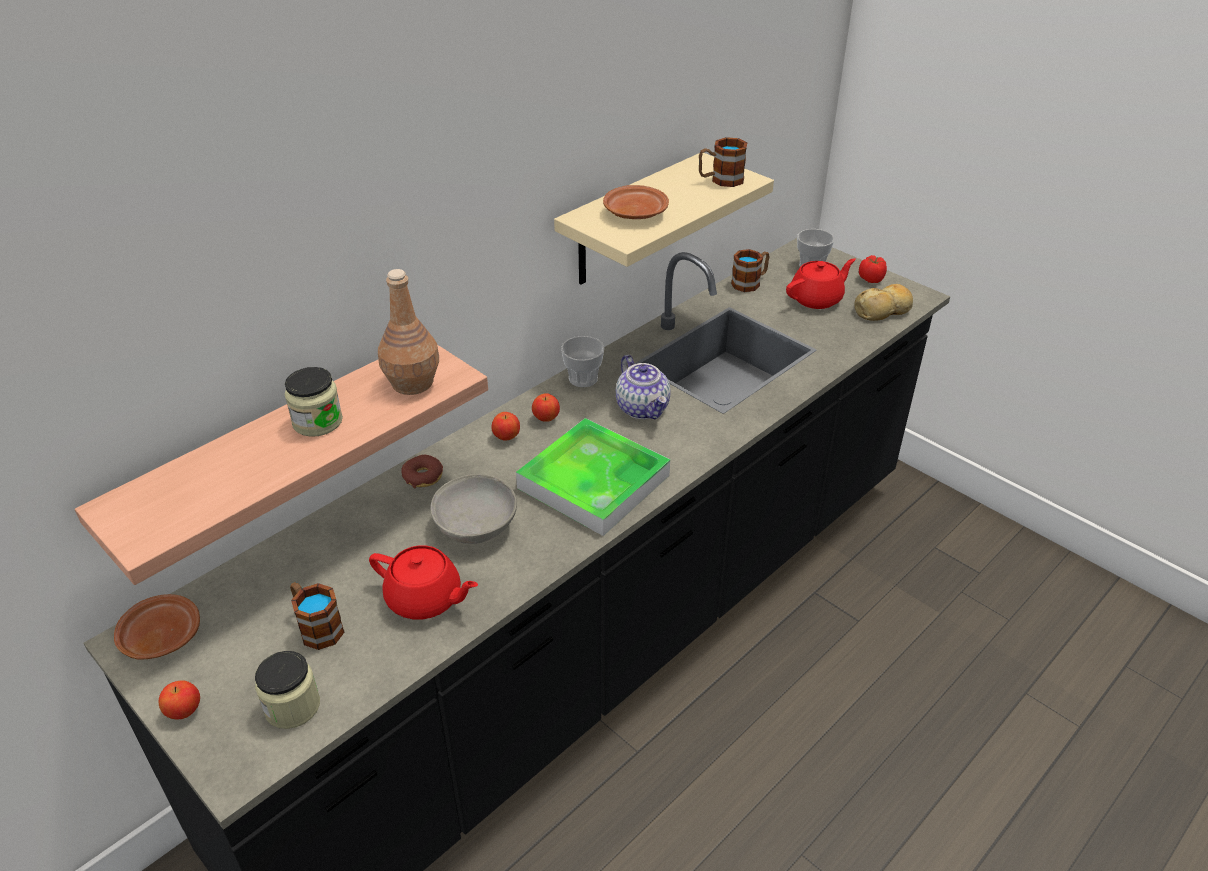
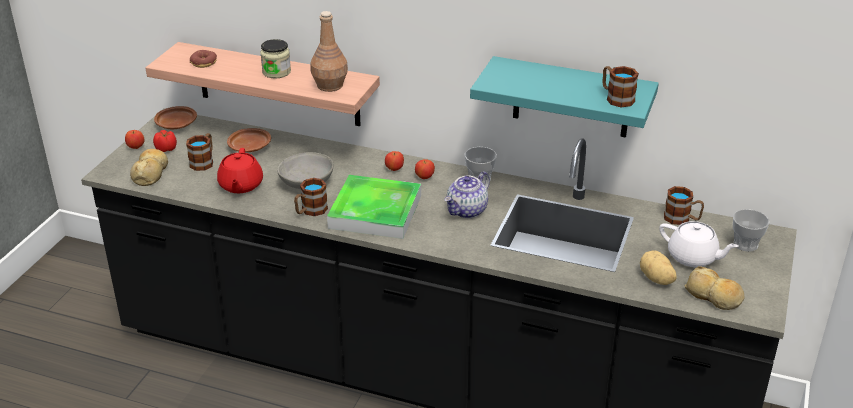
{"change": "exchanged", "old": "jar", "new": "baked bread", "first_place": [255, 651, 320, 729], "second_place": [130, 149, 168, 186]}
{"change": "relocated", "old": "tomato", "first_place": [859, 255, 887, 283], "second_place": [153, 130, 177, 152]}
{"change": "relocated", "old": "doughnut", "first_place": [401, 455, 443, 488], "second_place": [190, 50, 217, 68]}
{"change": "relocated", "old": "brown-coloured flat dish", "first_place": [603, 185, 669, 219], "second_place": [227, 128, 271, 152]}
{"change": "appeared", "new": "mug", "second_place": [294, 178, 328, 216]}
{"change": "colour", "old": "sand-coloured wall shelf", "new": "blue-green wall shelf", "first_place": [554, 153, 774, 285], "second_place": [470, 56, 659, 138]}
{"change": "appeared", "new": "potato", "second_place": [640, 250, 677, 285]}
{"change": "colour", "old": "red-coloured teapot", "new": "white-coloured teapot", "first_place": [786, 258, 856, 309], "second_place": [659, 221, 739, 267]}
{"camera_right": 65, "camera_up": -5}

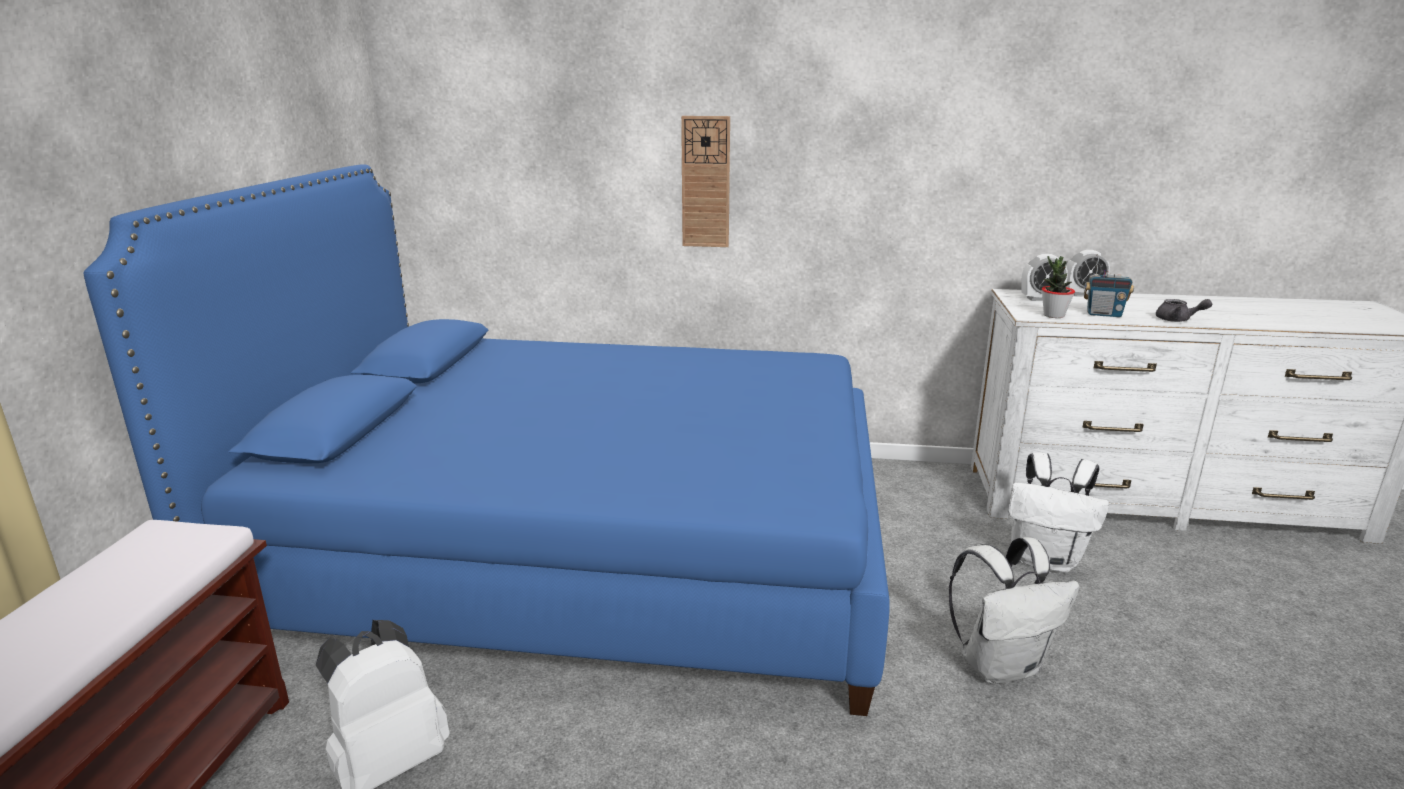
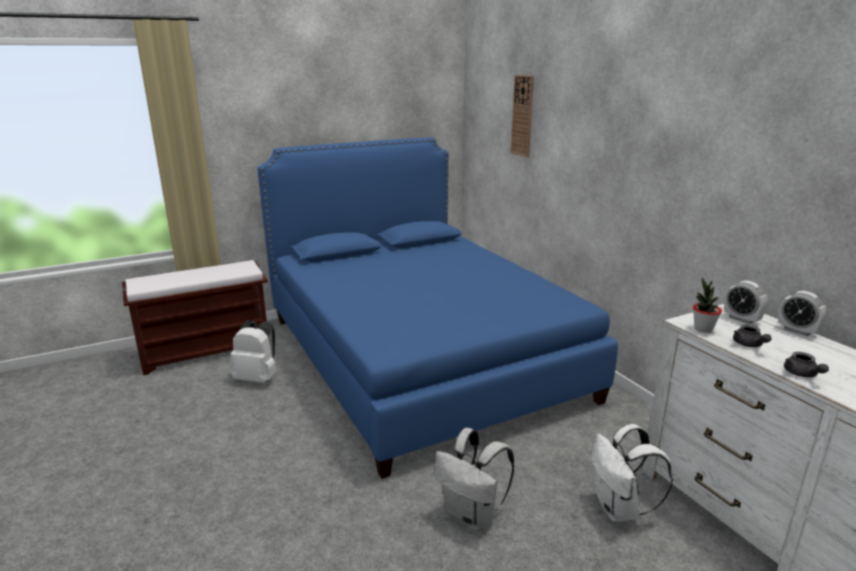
{"change": "relocated", "old": "wall clock", "first_place": [681, 116, 730, 247], "second_place": [511, 75, 534, 157]}
{"change": "exchanged", "old": "radio", "new": "greyish teapot", "first_place": [1084, 254, 1134, 317], "second_place": [733, 325, 772, 347]}
{"camera_right": 55, "camera_up": 0}

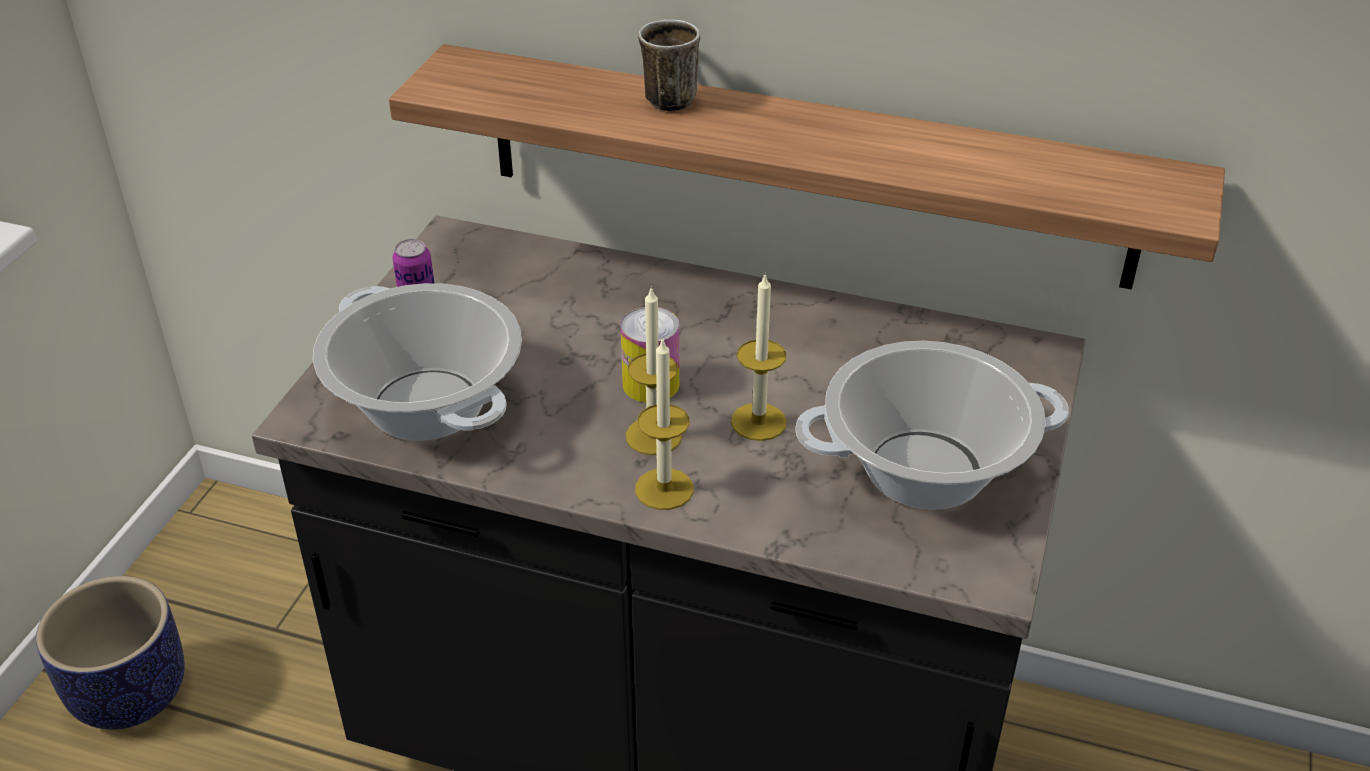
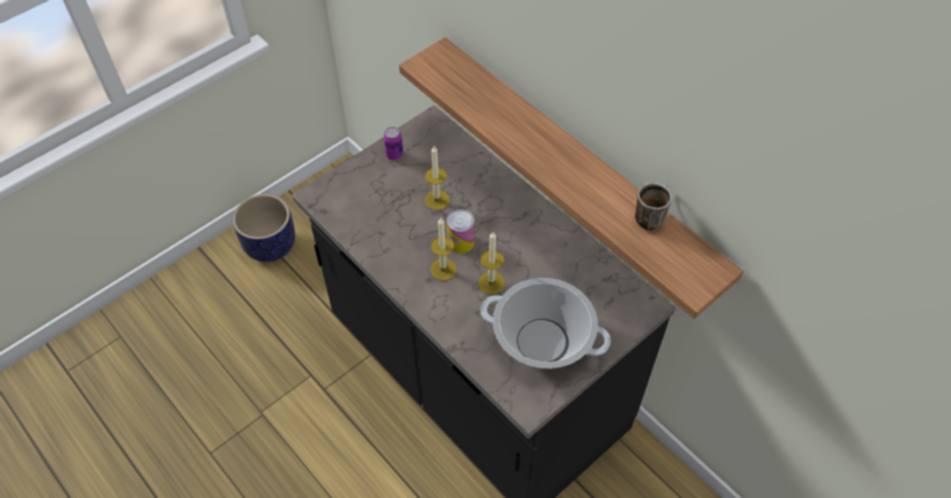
{"change": "relocated", "old": "wax light", "first_place": [635, 337, 694, 510], "second_place": [425, 146, 450, 210]}
{"change": "relocated", "old": "mug", "first_place": [638, 19, 700, 112], "second_place": [635, 183, 672, 230]}
{"change": "missing", "old": "cooking pot", "first_place": [313, 283, 522, 441]}
{"camera_right": 30, "camera_up": 15}

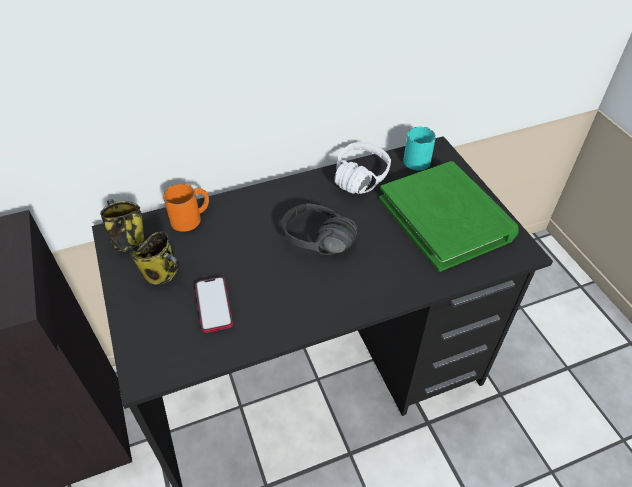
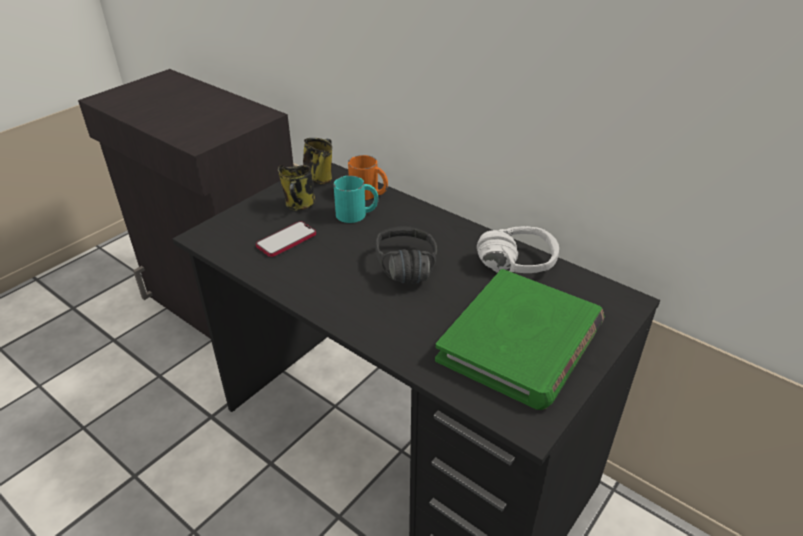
{"change": "relocated", "old": "blue-green mug", "first_place": [403, 127, 436, 170], "second_place": [334, 176, 379, 223]}
{"camera_right": 60, "camera_up": -10}

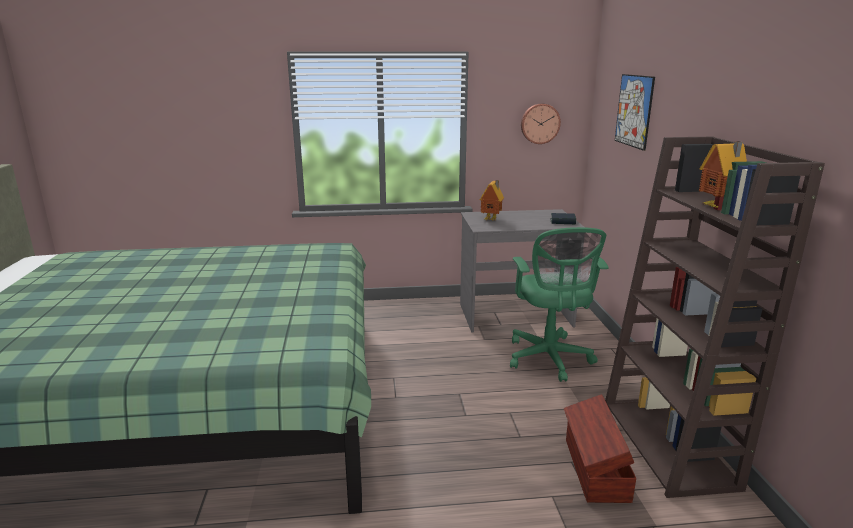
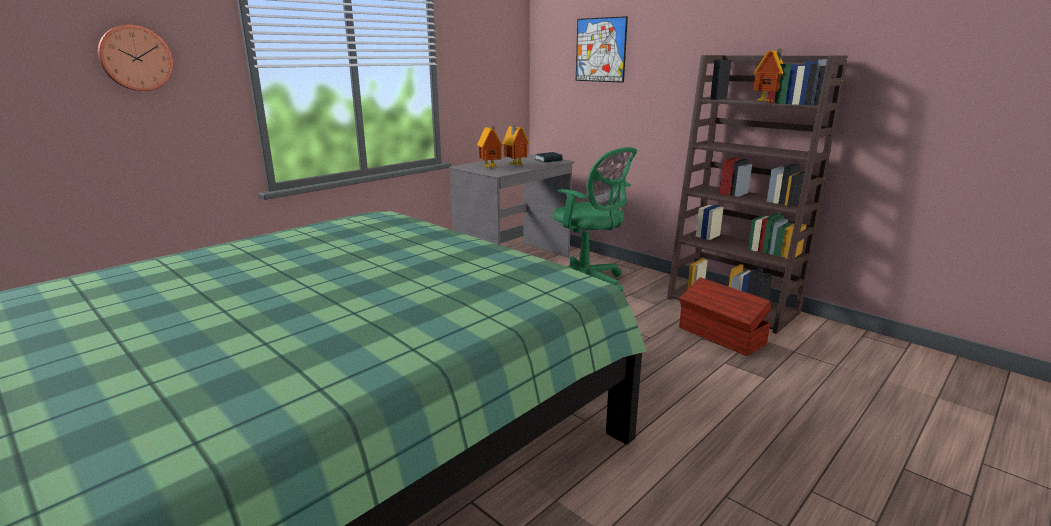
{"change": "relocated", "old": "wall clock", "first_place": [521, 103, 561, 144], "second_place": [98, 25, 173, 91]}
{"change": "appeared", "new": "toy house", "second_place": [502, 126, 529, 166]}
{"camera_right": -40, "camera_up": 0}

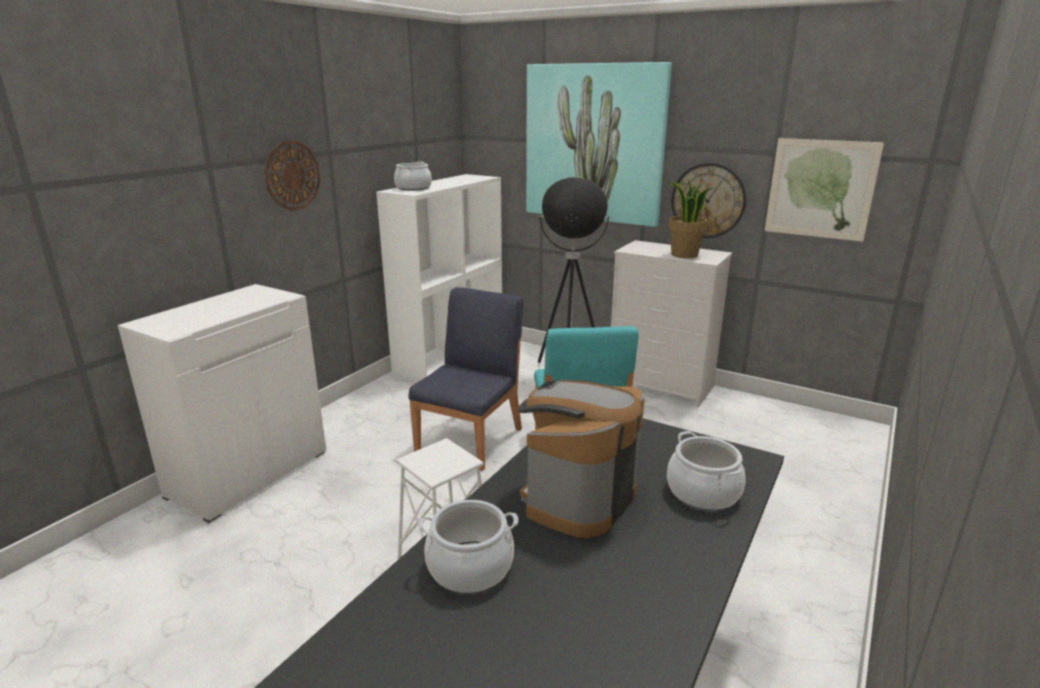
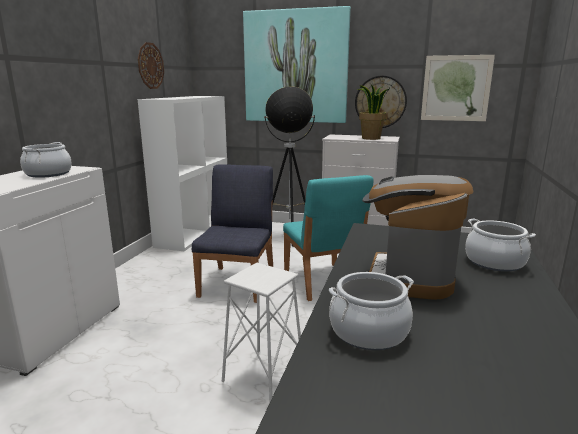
{"change": "relocated", "old": "cooking pot", "first_place": [394, 161, 432, 191], "second_place": [20, 142, 72, 178]}
{"change": "relocated", "old": "wall clock", "first_place": [264, 141, 320, 211], "second_place": [138, 42, 164, 89]}
{"camera_right": -15, "camera_up": -5}

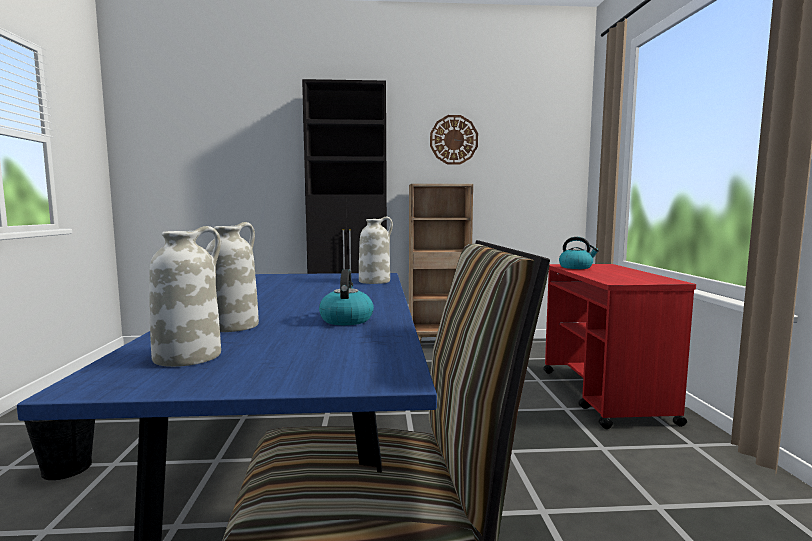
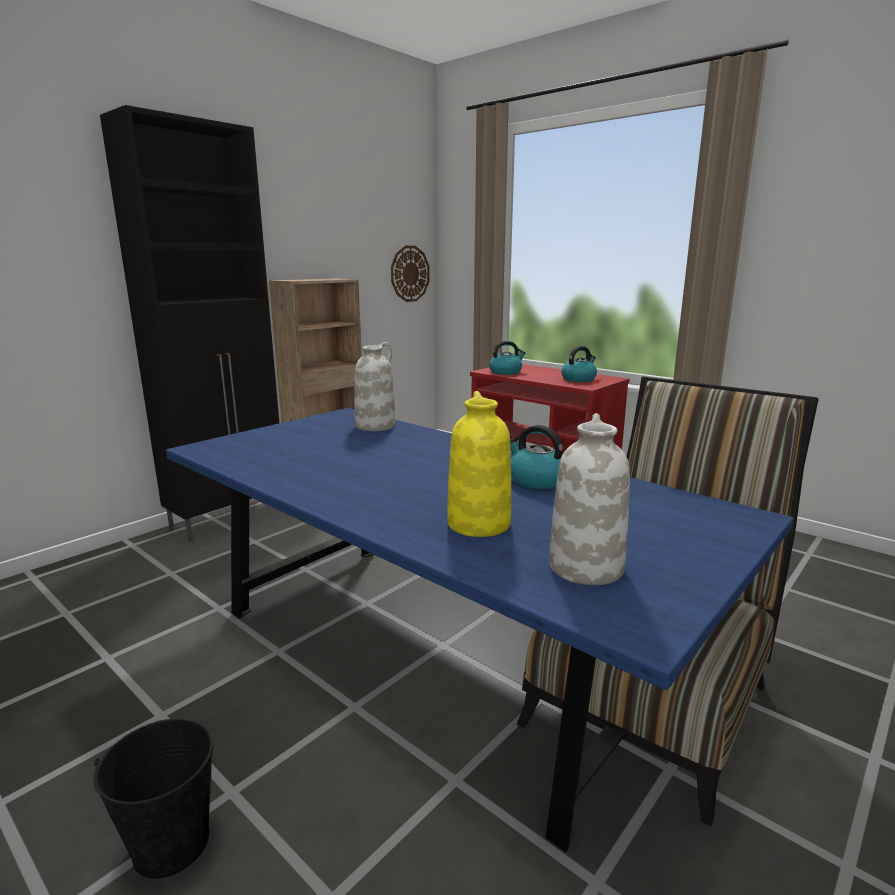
{"change": "relocated", "old": "wall clock", "first_place": [430, 115, 478, 165], "second_place": [391, 246, 430, 302]}
{"change": "colour", "old": "white-coloured flower vase", "new": "yellowish flower vase", "first_place": [206, 222, 259, 332], "second_place": [447, 391, 511, 537]}
{"change": "appeared", "new": "tea kettle", "second_place": [561, 346, 597, 382]}
{"camera_right": -45, "camera_up": 10}

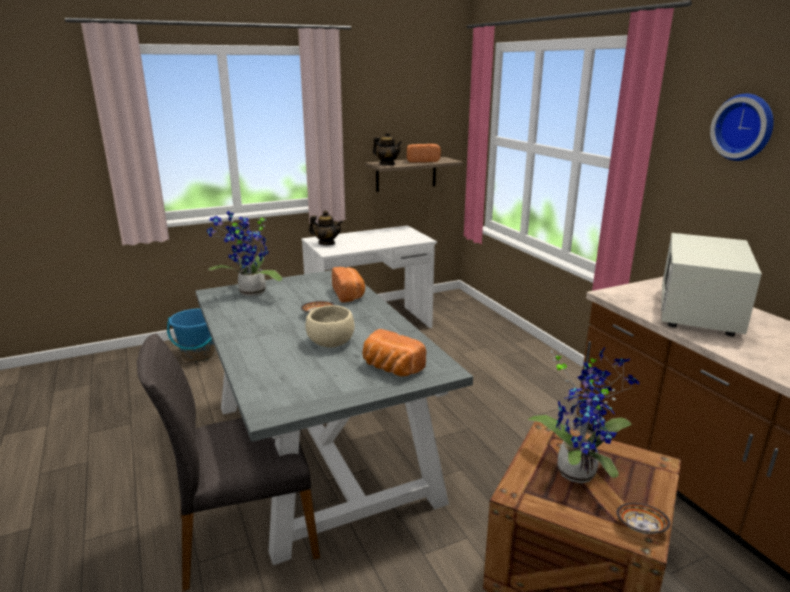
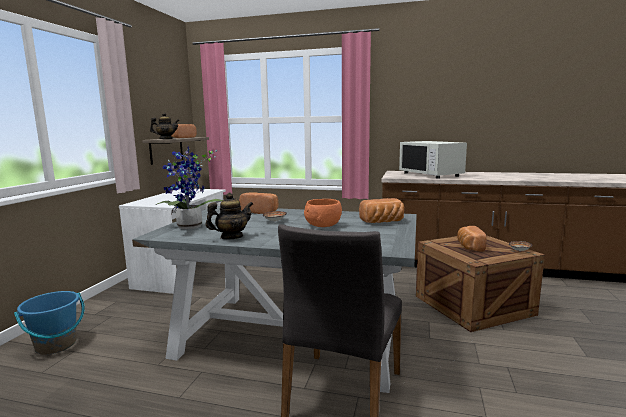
{"change": "relocated", "old": "teapot", "first_place": [309, 210, 343, 245], "second_place": [205, 193, 253, 239]}
{"change": "colour", "old": "sand-coloured serving bowl", "new": "orangey serving bowl", "first_place": [306, 305, 355, 348], "second_place": [304, 199, 342, 227]}
{"change": "exchanged", "old": "plant in a pot", "new": "baked bread", "first_place": [528, 347, 639, 484], "second_place": [457, 226, 487, 252]}
{"change": "missing", "old": "wall clock", "first_place": [710, 94, 774, 161]}
{"camera_right": -50, "camera_up": -10}

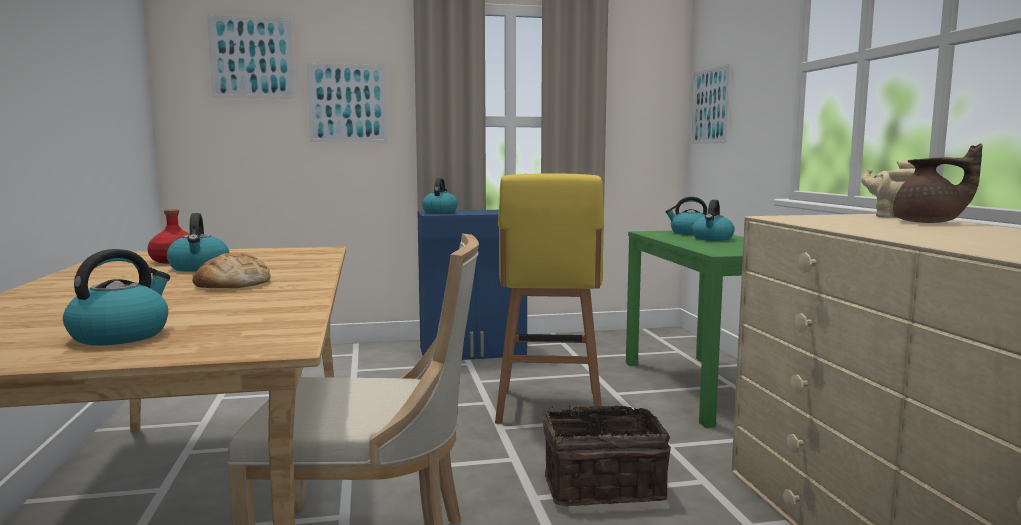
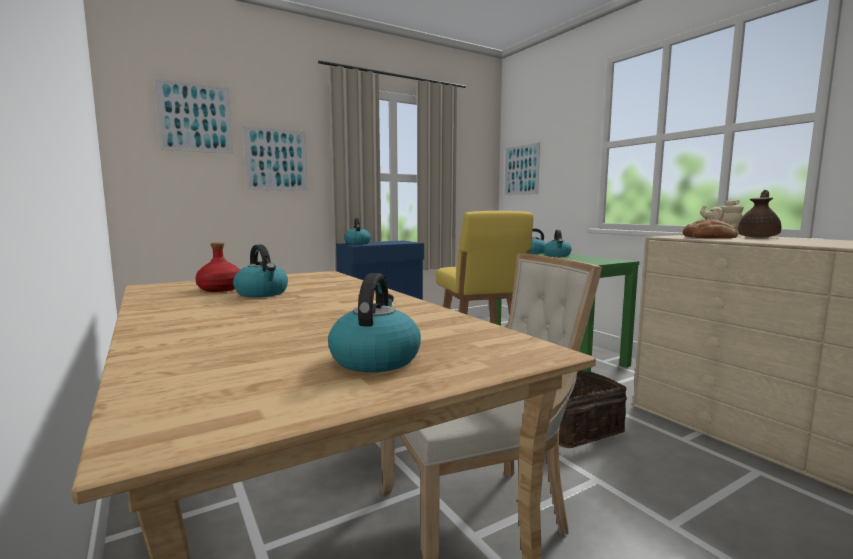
{"change": "relocated", "old": "baked bread", "first_place": [192, 253, 271, 288], "second_place": [683, 218, 738, 238]}
{"change": "spun", "old": "brown-coloured teapot", "first_place": [893, 144, 983, 223], "second_place": [738, 190, 781, 238], "degrees": -45}
{"camera_right": -20, "camera_up": 0}

